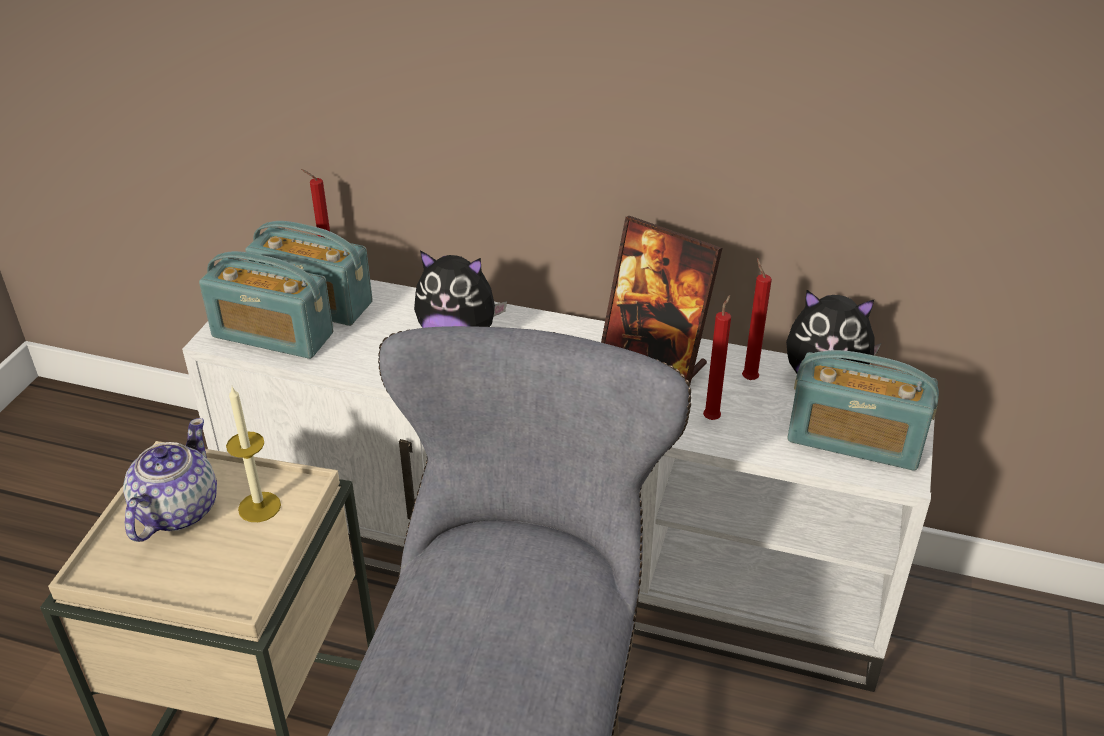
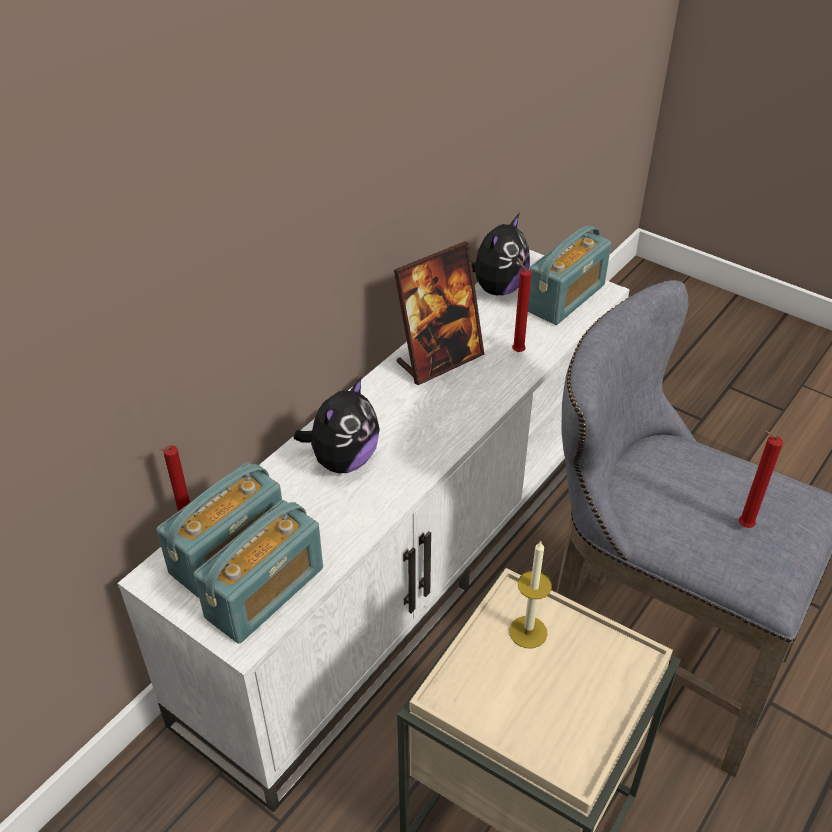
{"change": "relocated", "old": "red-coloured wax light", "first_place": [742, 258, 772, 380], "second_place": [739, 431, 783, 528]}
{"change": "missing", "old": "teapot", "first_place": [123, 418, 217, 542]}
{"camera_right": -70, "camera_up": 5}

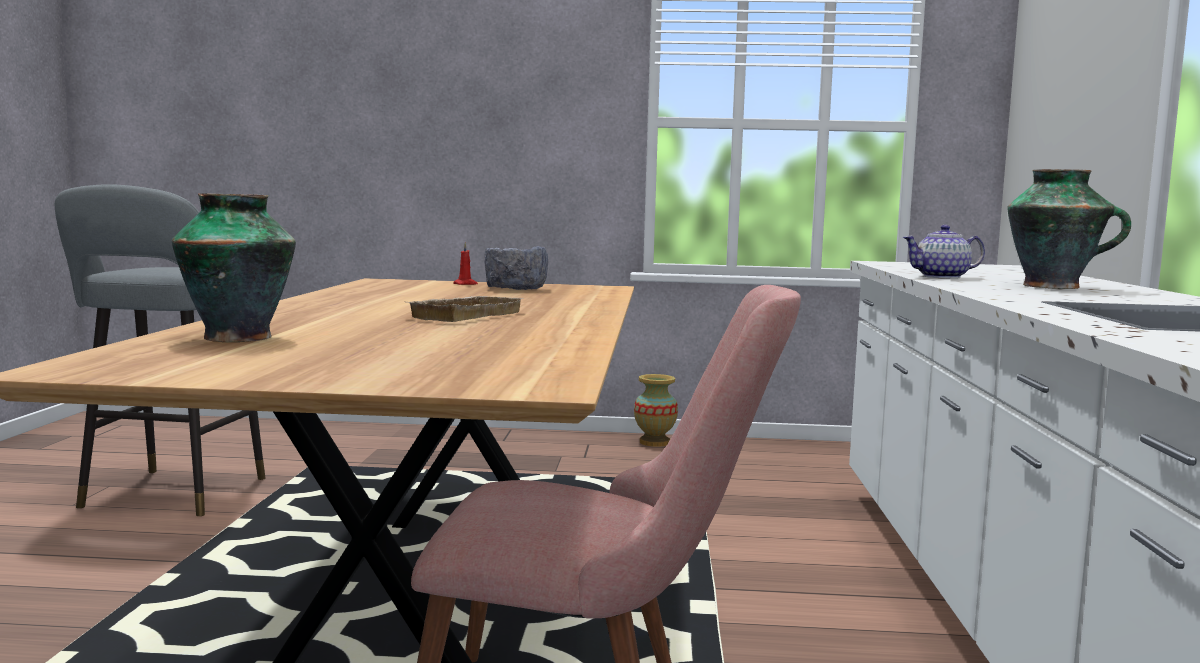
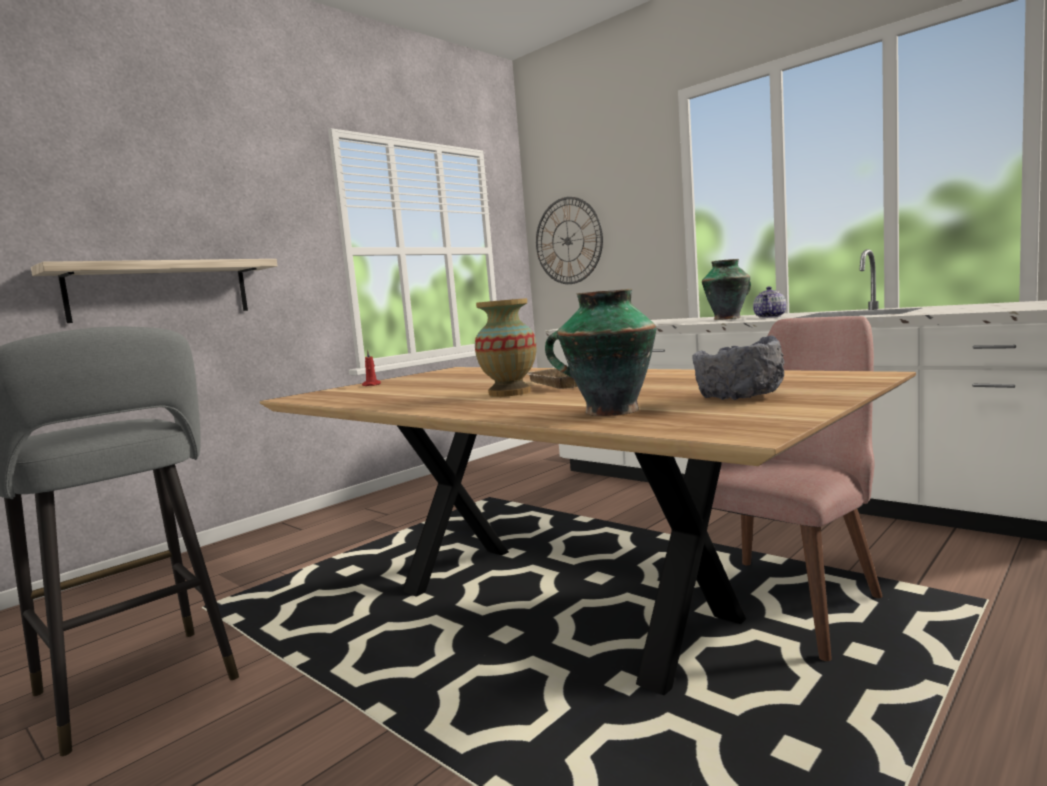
{"change": "appeared", "new": "wall shelf", "second_place": [31, 259, 277, 323]}
{"change": "relocated", "old": "flower vase", "first_place": [634, 374, 678, 447], "second_place": [475, 298, 536, 397]}
{"change": "appeared", "new": "wall clock", "second_place": [536, 197, 603, 284]}
{"change": "relocated", "old": "greyish serving bowl", "first_place": [485, 246, 548, 290], "second_place": [692, 335, 785, 400]}
{"change": "relocated", "old": "teapot", "first_place": [903, 225, 985, 279], "second_place": [753, 286, 786, 318]}
{"camera_right": -50, "camera_up": 0}

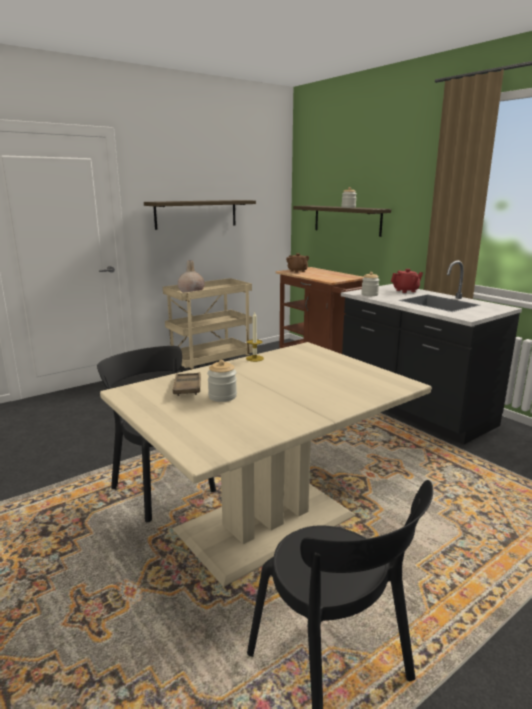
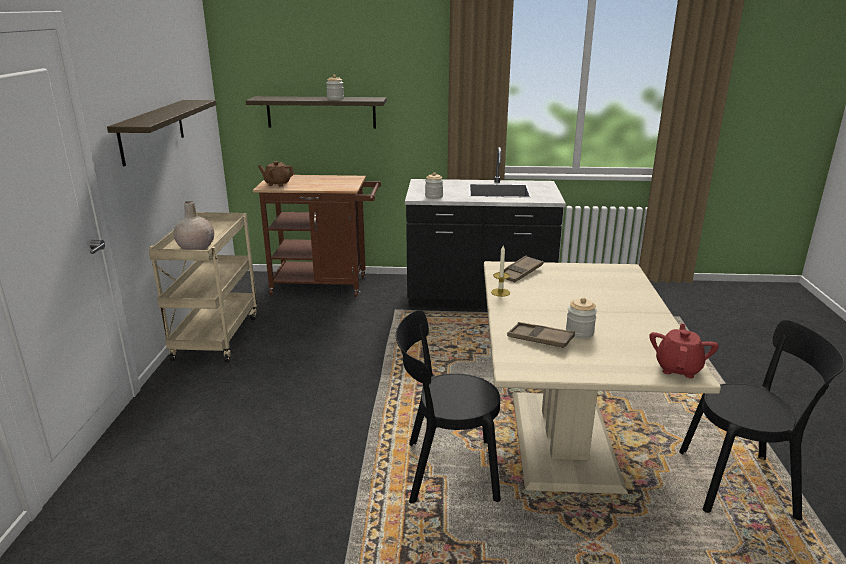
{"change": "appeared", "new": "brown-coloured serving tray", "second_place": [504, 256, 543, 282]}
{"change": "relocated", "old": "red-coloured teapot", "first_place": [391, 269, 423, 293], "second_place": [649, 324, 719, 378]}
{"camera_right": -50, "camera_up": 5}

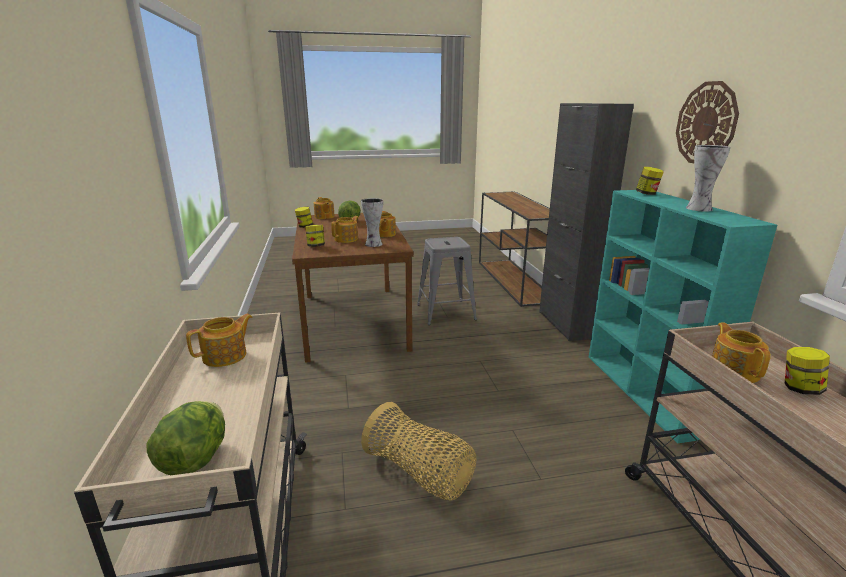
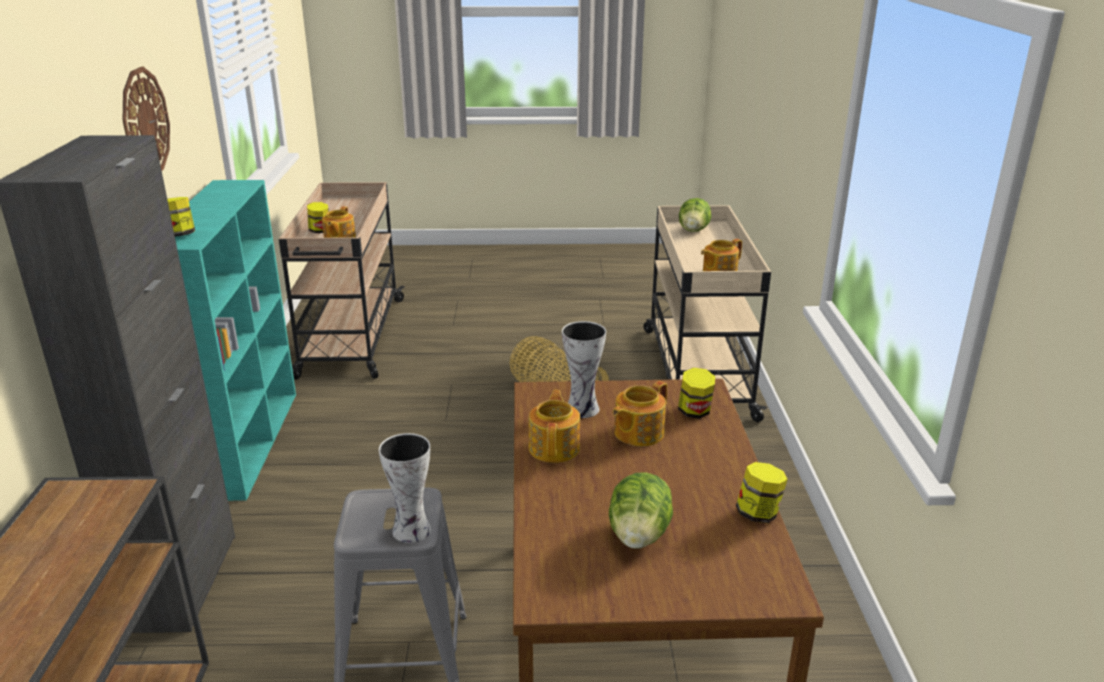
{"change": "relocated", "old": "flower vase", "first_place": [686, 145, 731, 212], "second_place": [379, 433, 431, 543]}
{"change": "missing", "old": "teapot", "first_place": [314, 197, 335, 219]}
{"camera_right": -170, "camera_up": 5}

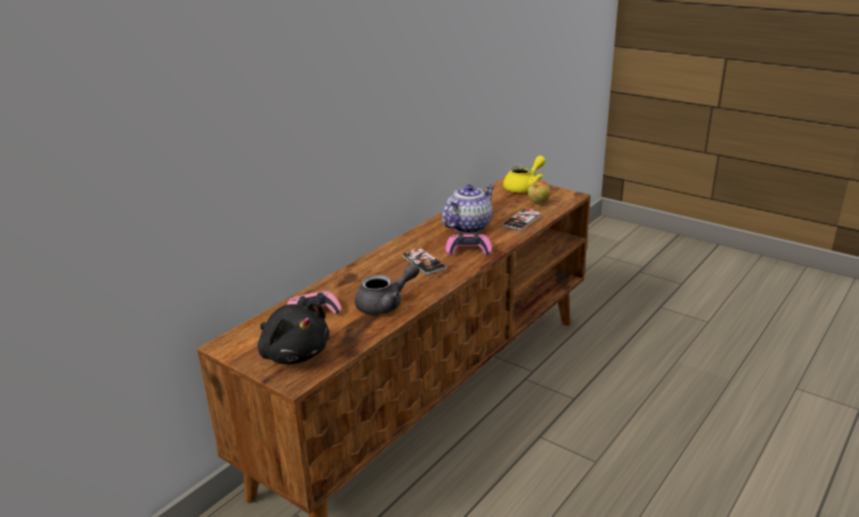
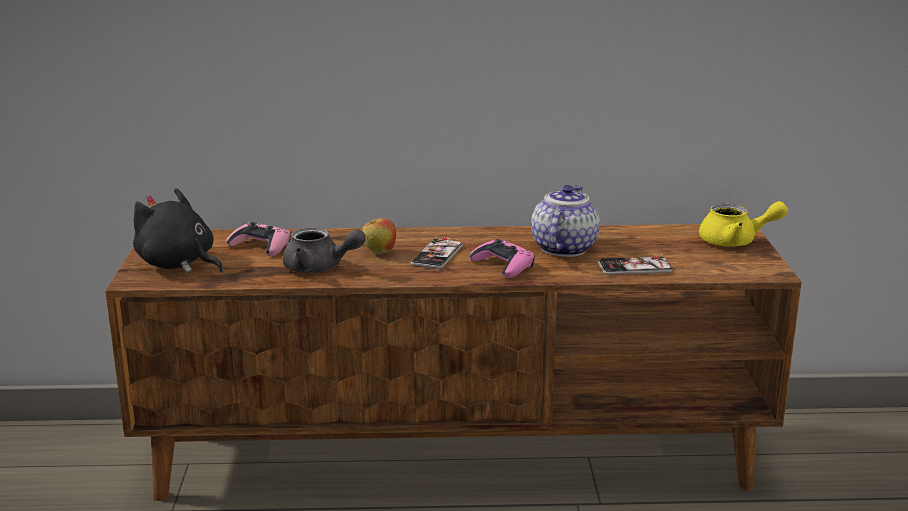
{"change": "spun", "old": "black-coloured soft toy", "first_place": [258, 302, 329, 365], "second_place": [133, 188, 223, 273], "degrees": 120}
{"change": "relocated", "old": "apple fruit", "first_place": [528, 181, 550, 204], "second_place": [362, 218, 396, 254]}
{"change": "spun", "old": "teapot", "first_place": [442, 184, 494, 234], "second_place": [531, 185, 600, 257], "degrees": -75}
{"camera_right": 50, "camera_up": -5}

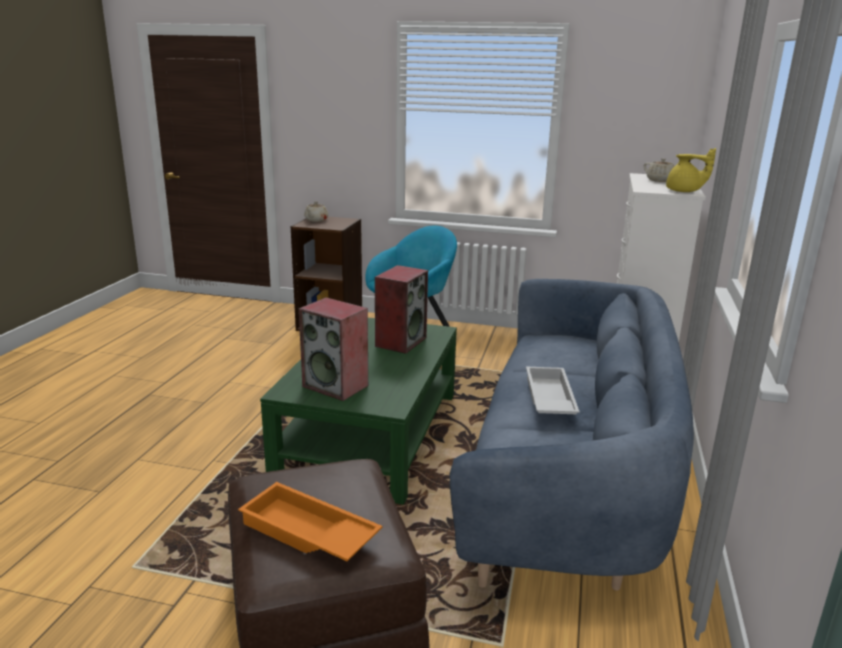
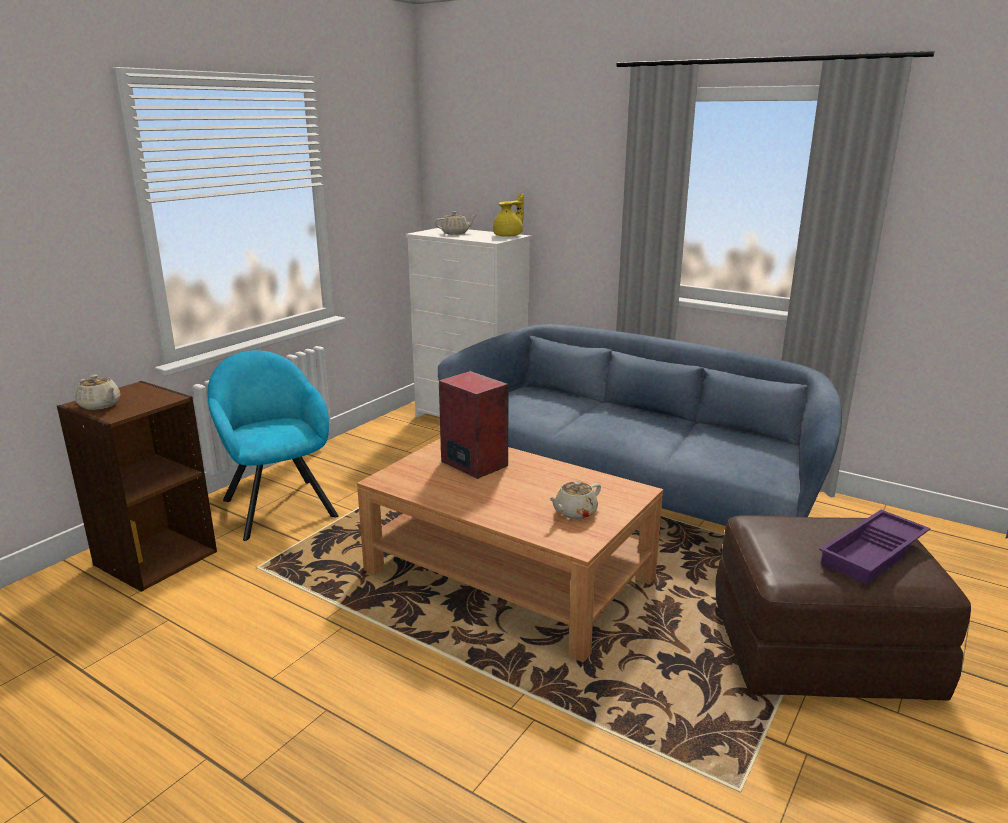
{"change": "colour", "old": "greenish coffee table", "new": "brown-coloured coffee table", "first_place": [260, 318, 457, 505], "second_place": [357, 438, 663, 663]}
{"change": "exchanged", "old": "speaker", "new": "sand-coloured teapot", "first_place": [299, 297, 368, 401], "second_place": [549, 481, 601, 519]}
{"change": "colour", "old": "orangey serving tray", "new": "purplish serving tray", "first_place": [238, 482, 382, 561], "second_place": [819, 510, 931, 585]}
{"change": "missing", "old": "white-coloured serving tray", "first_place": [526, 367, 580, 414]}
{"camera_right": -70, "camera_up": 0}

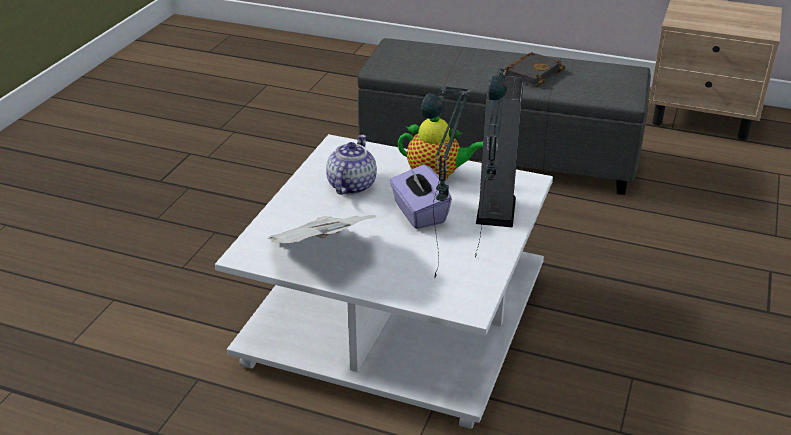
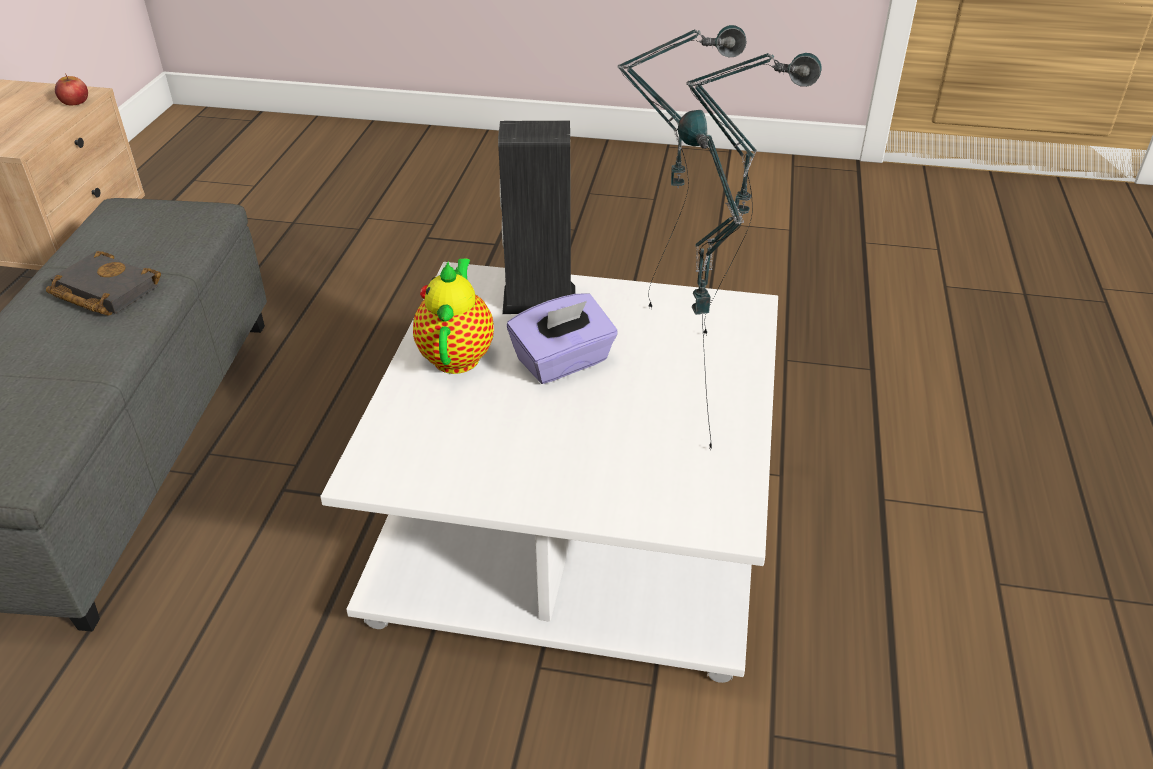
{"change": "appeared", "new": "apple fruit", "second_place": [55, 73, 88, 106]}
{"change": "exchanged", "old": "newspaper", "new": "table lamp", "first_place": [268, 215, 375, 243], "second_place": [678, 110, 744, 448]}
{"change": "missing", "old": "teapot", "first_place": [326, 135, 377, 195]}
{"camera_right": -100, "camera_up": 5}

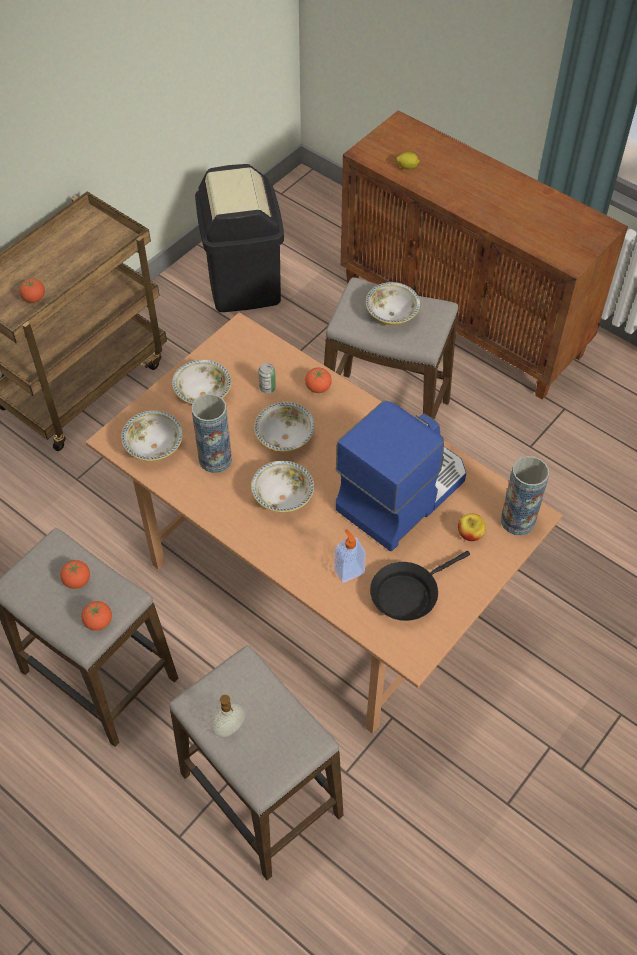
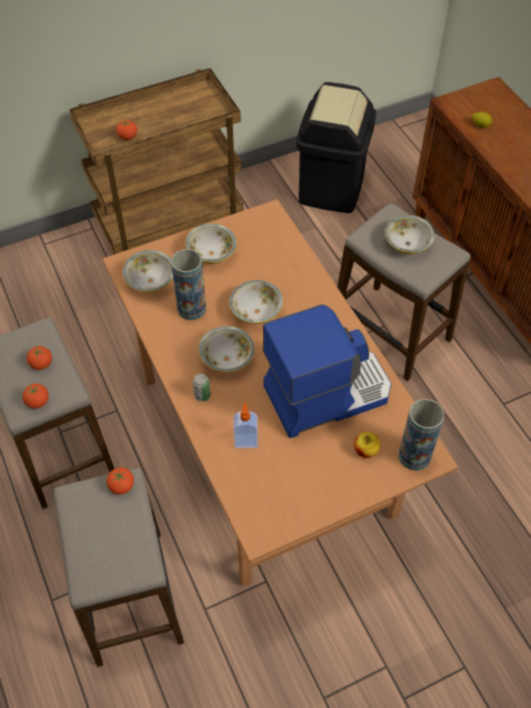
{"change": "relocated", "old": "tomato", "first_place": [305, 368, 332, 393], "second_place": [107, 468, 134, 495]}
{"change": "relocated", "old": "can", "first_place": [258, 363, 276, 394], "second_place": [193, 373, 210, 402]}
{"change": "missing", "old": "soap dispenser", "first_place": [211, 695, 245, 737]}
{"change": "missing", "old": "black-coloured frying pan", "first_place": [370, 551, 470, 621]}
{"camera_right": 25, "camera_up": 0}

